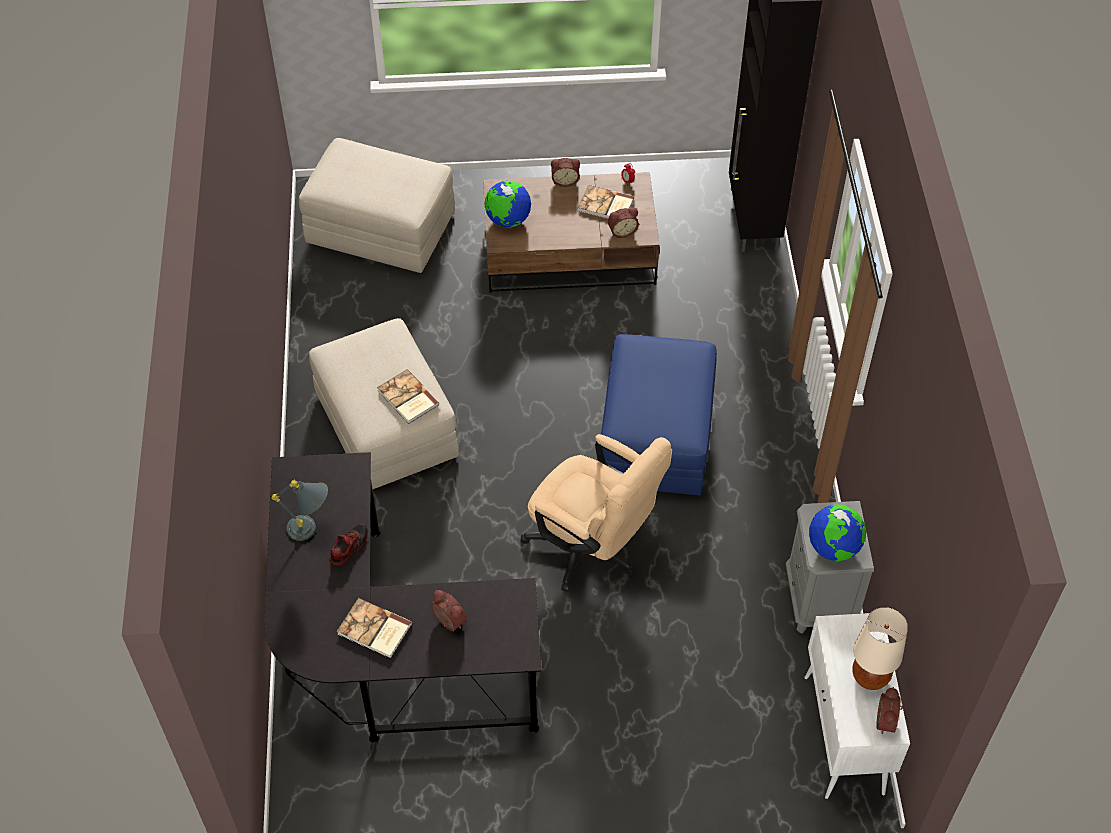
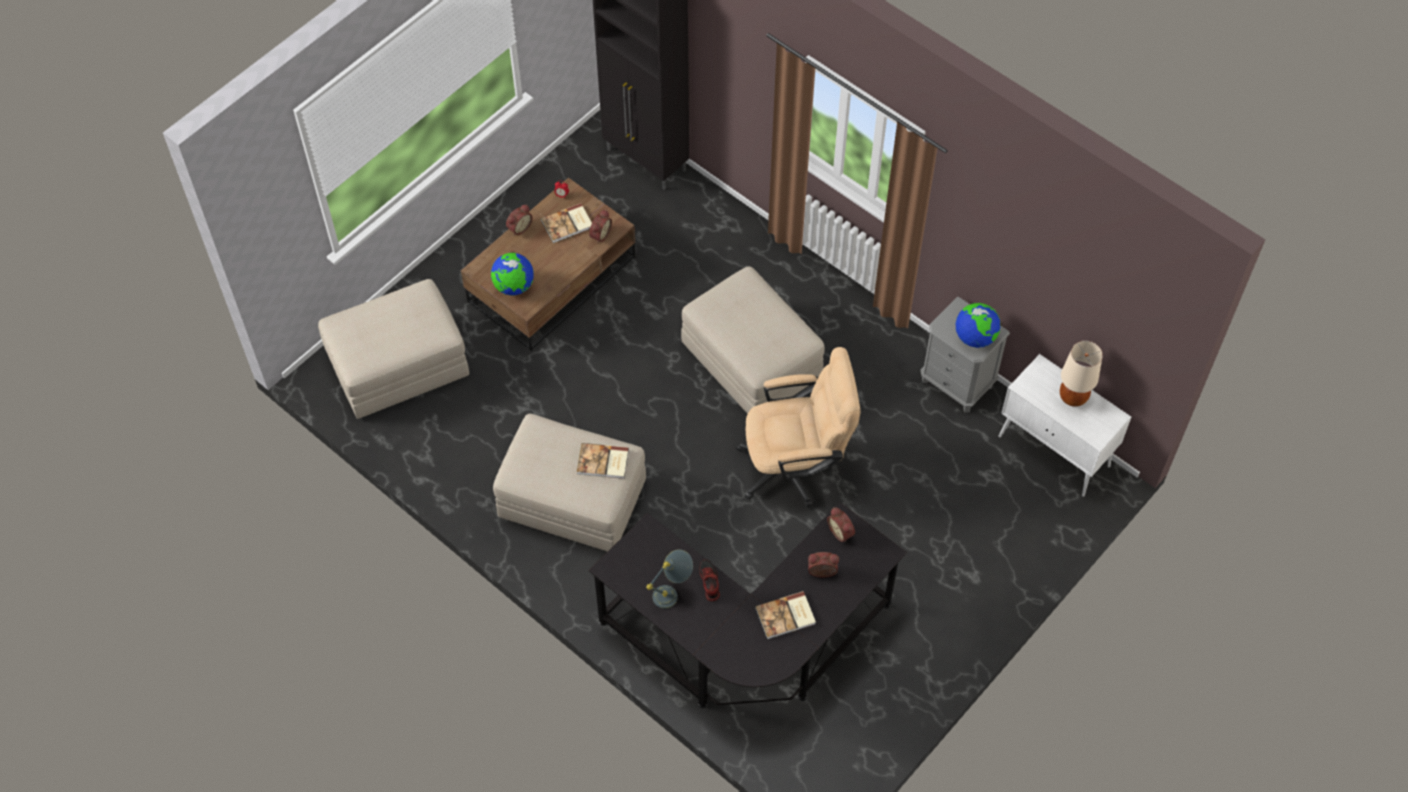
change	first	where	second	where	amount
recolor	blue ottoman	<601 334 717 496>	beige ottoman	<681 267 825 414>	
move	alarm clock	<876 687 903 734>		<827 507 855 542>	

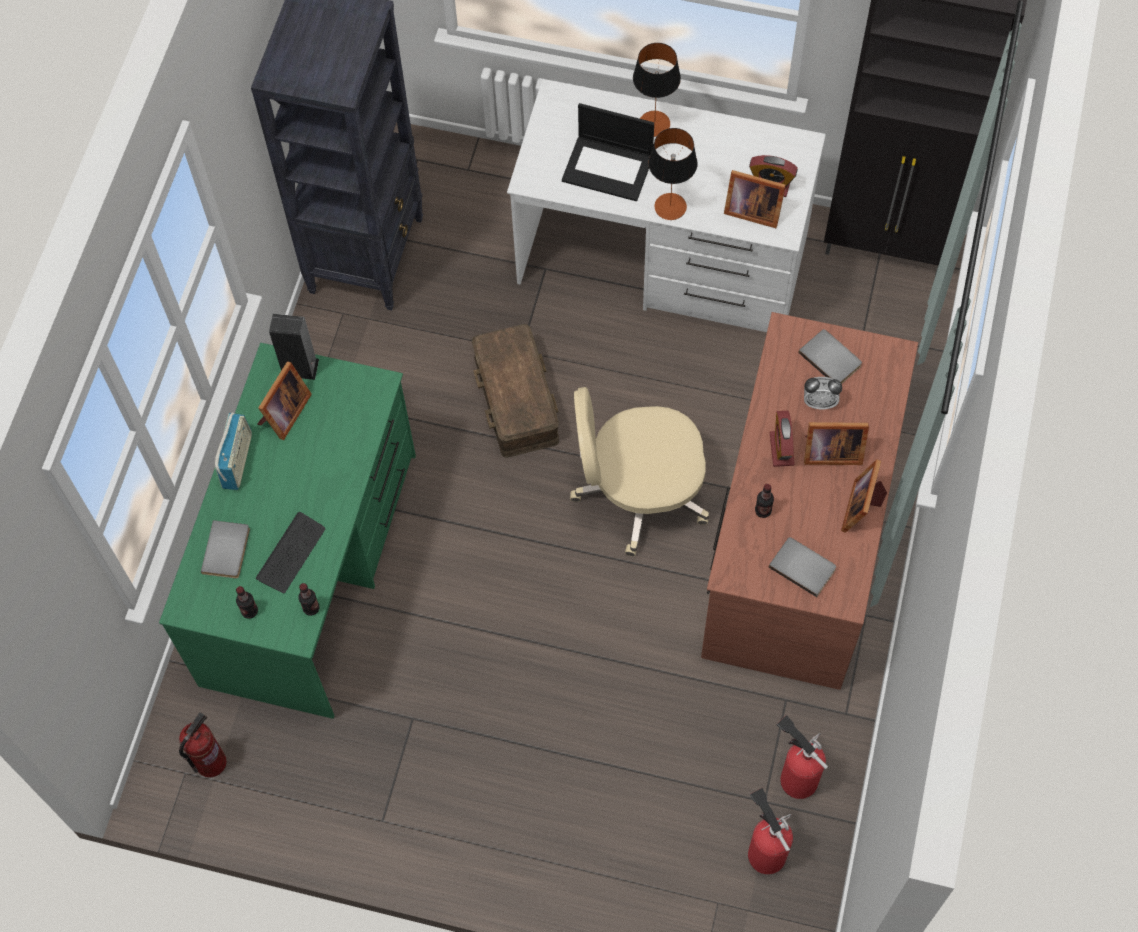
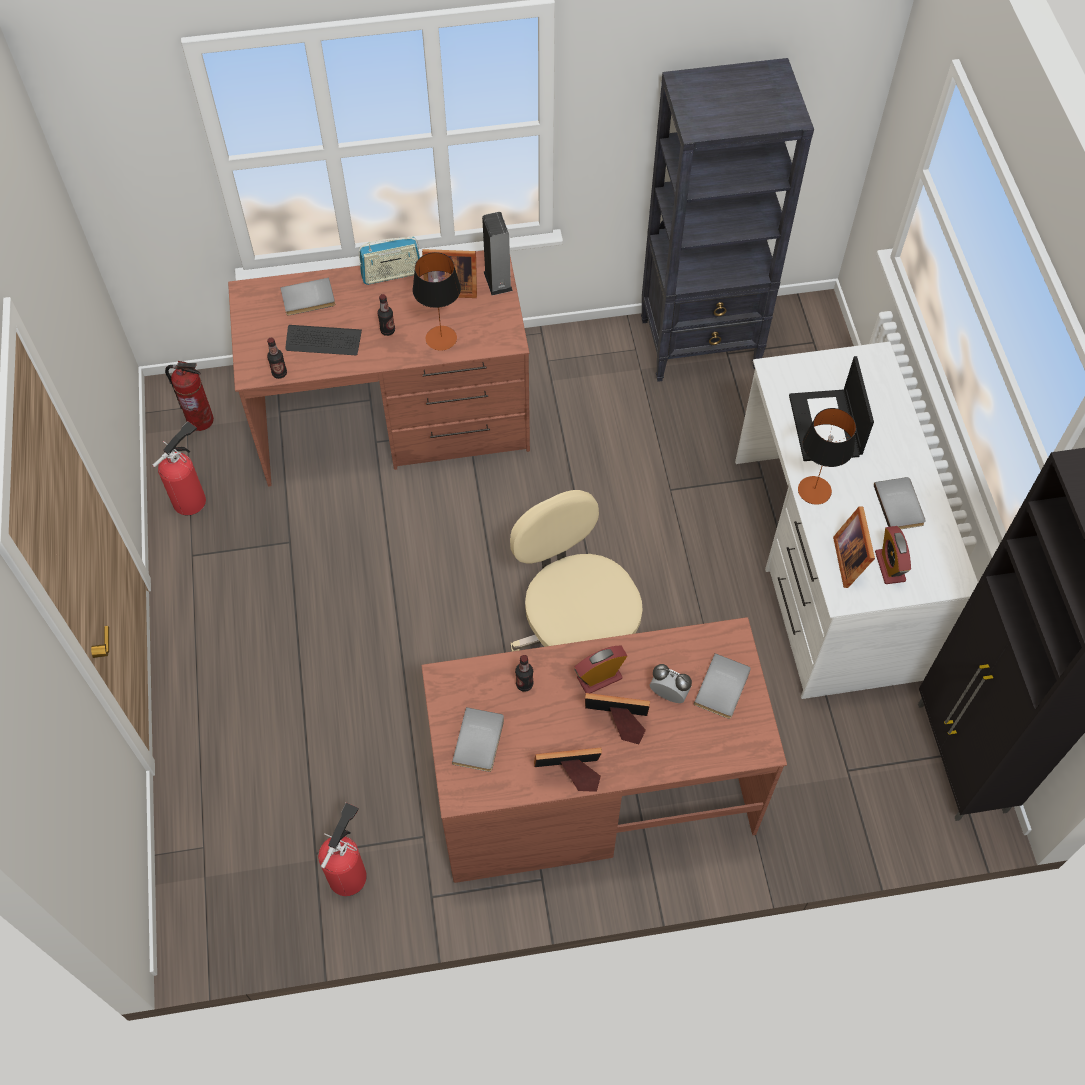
change	first	where	second	where	amount
move	table lamp	<633 43 681 137>		<412 252 461 351>	
delete	brown storage box	<472 324 559 458>			
recolor	green desk	<159 343 416 719>	brown desk	<228 250 530 487>	
rotate	alarm clock	<804 377 842 409>		<650 664 692 703>	135 degrees clockwise
rotate	picture frame	<804 422 869 465>		<585 693 650 744>	120 degrees clockwise
move	bottle	<236 586 258 619>		<378 294 395 336>	
move	fire extinguisher	<748 788 793 874>		<152 421 206 515>	
insert			grey book	<874 477 926 529>	

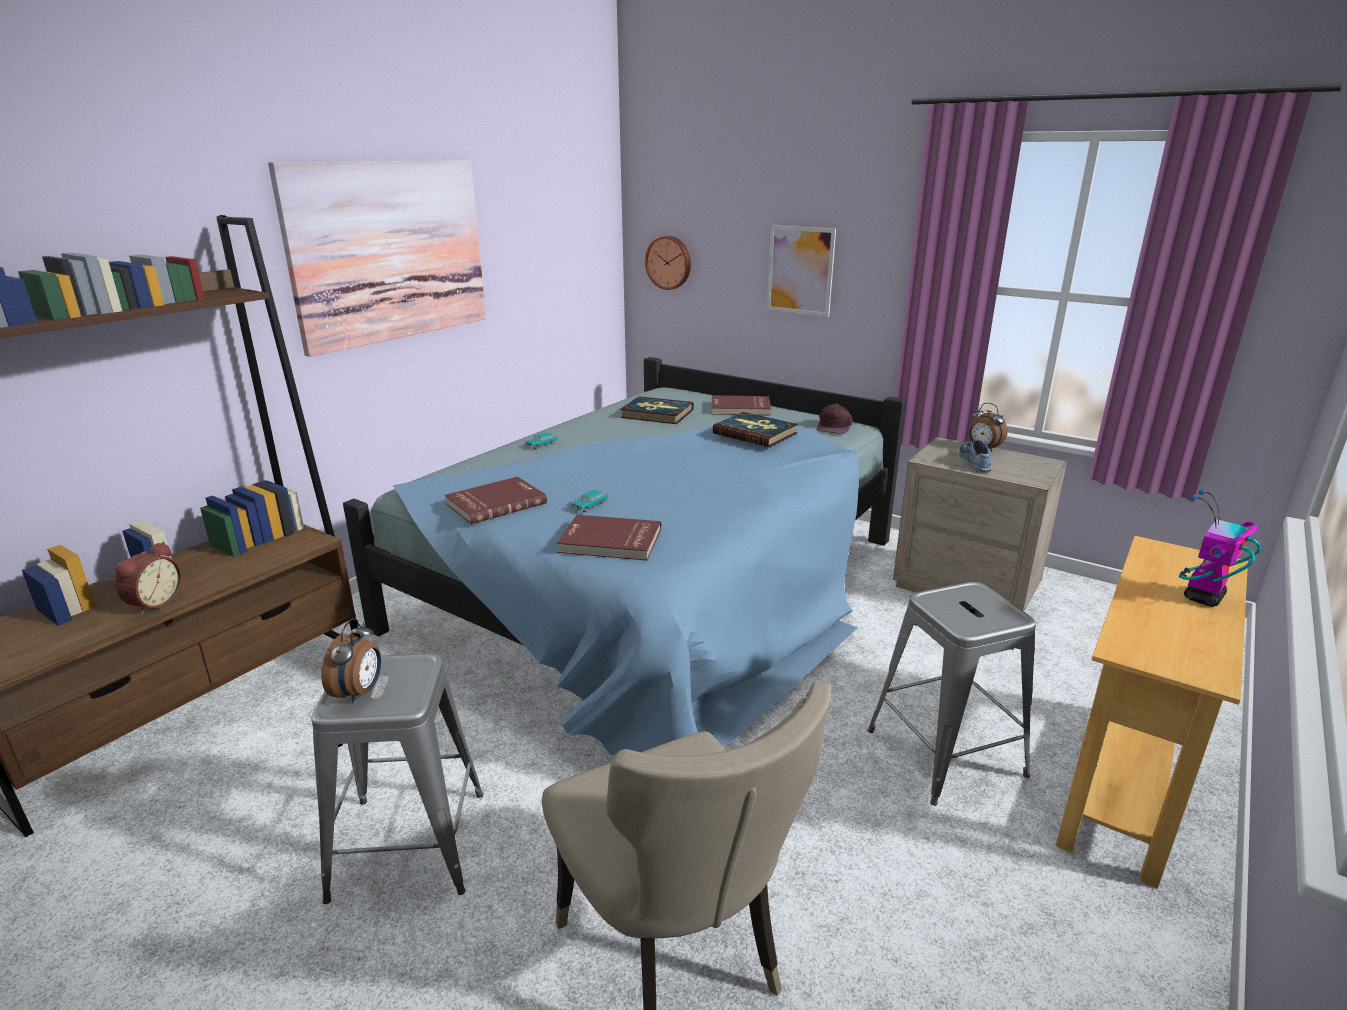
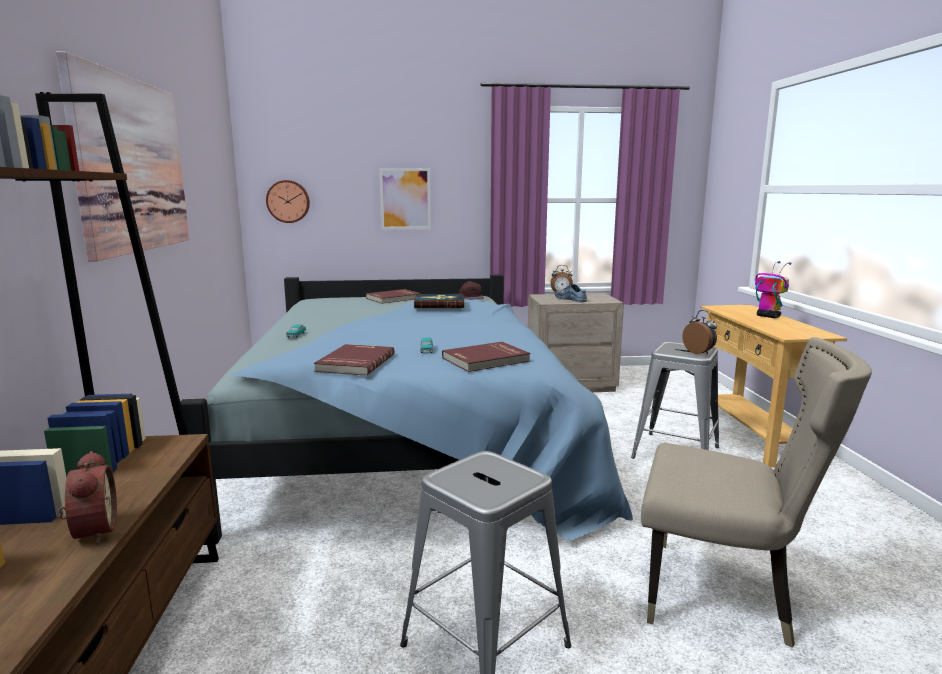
change	first	where	second	where	amount
delete	book	<620 396 694 424>			
rotate	toy robot	<1179 490 1261 607>		<755 261 791 318>	135 degrees clockwise
move	alarm clock	<321 618 381 703>		<682 310 717 355>	

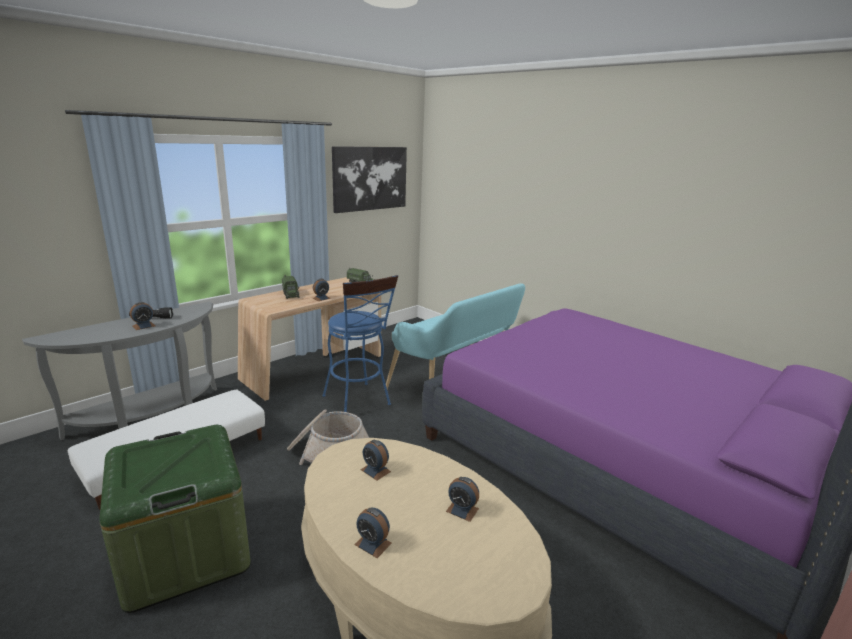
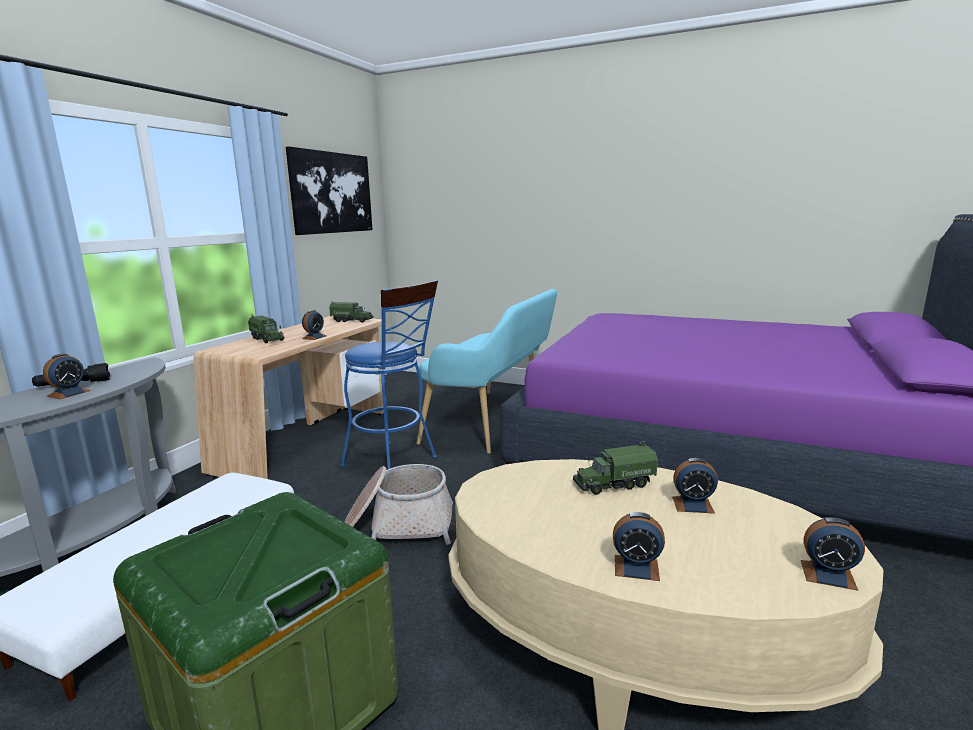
change	first	where	second	where	amount
move	alarm clock	<361 440 391 481>		<801 517 865 591>	
insert			toy truck	<573 441 658 495>	

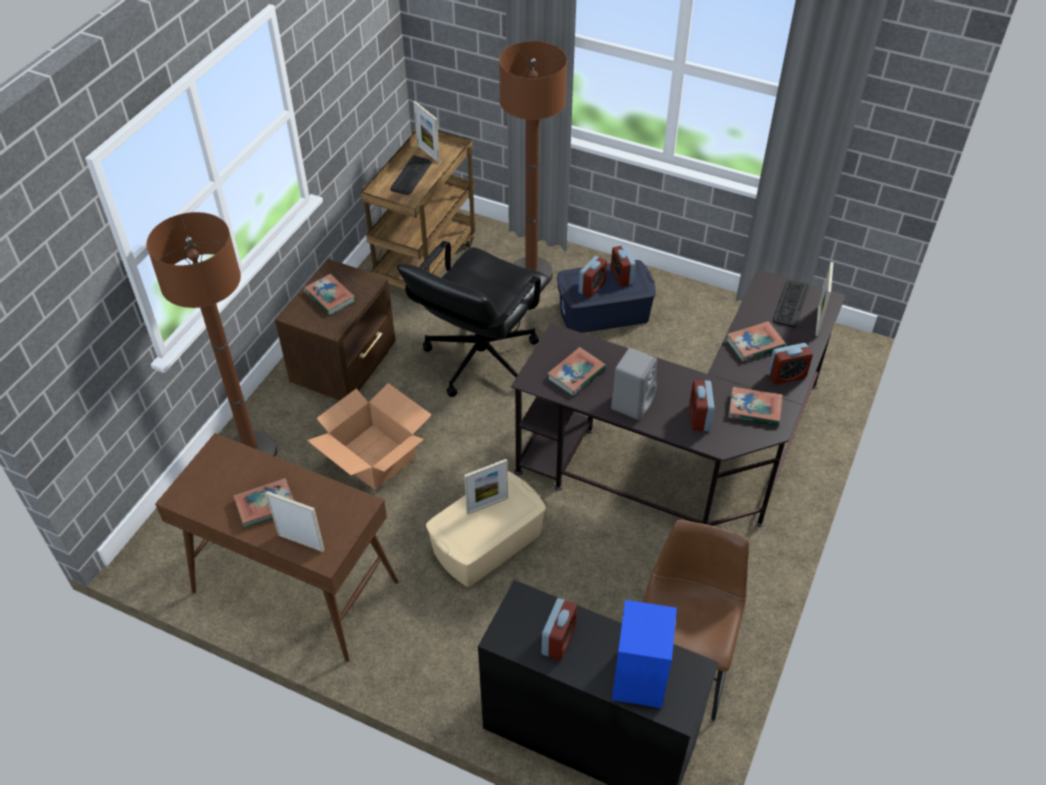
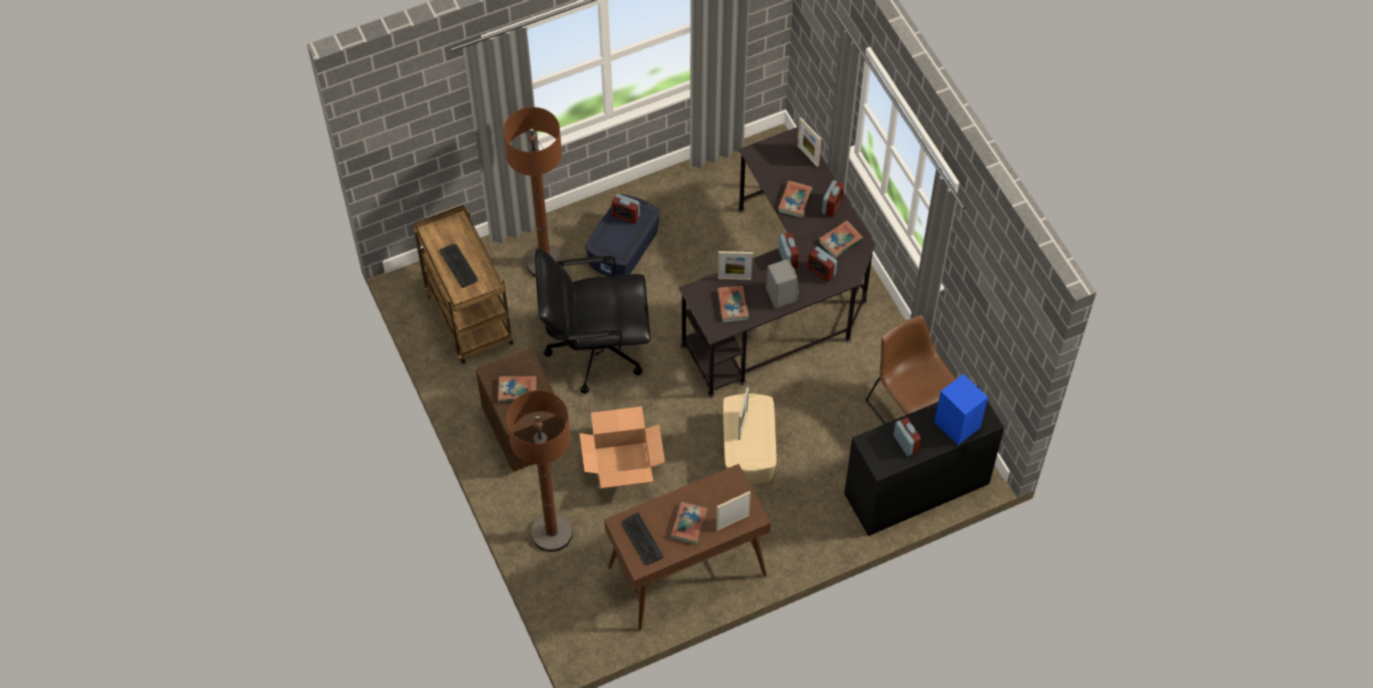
change	first	where	second	where	amount
move	picture frame	<413 101 440 163>		<718 251 753 280>	
rotate	black office chair	<397 241 549 397>		<535 248 651 394>	105 degrees clockwise
move	alarm clock	<579 256 607 298>		<779 232 799 268>	
move	keyboard	<773 280 810 328>		<621 512 663 565>	

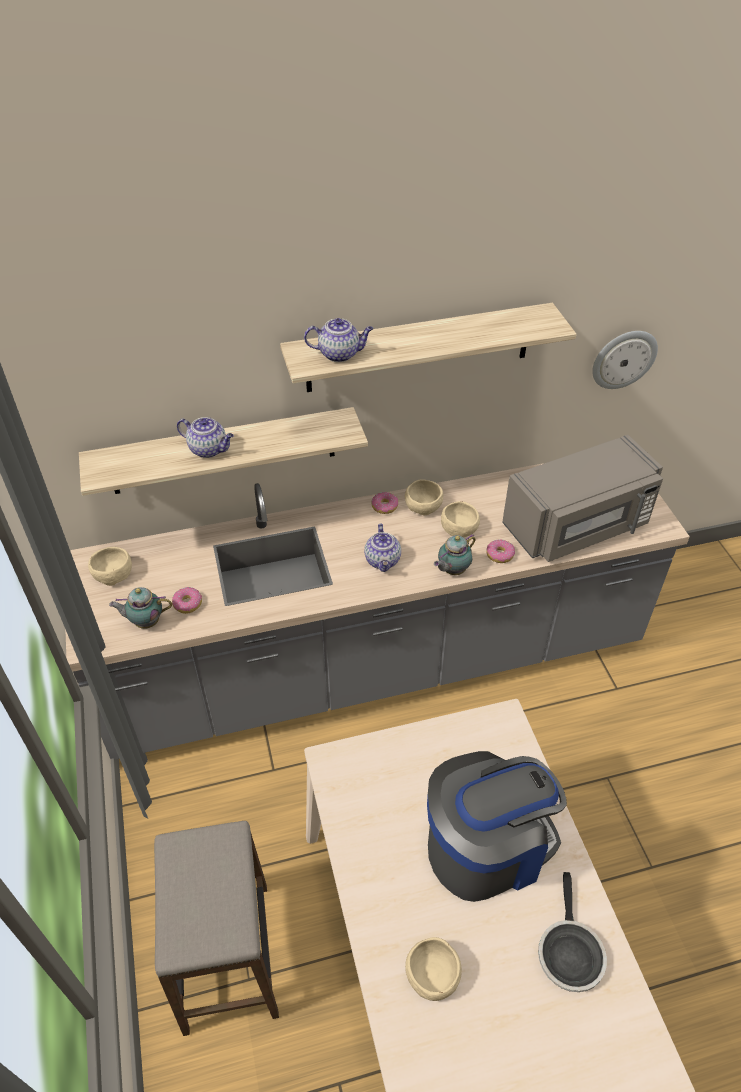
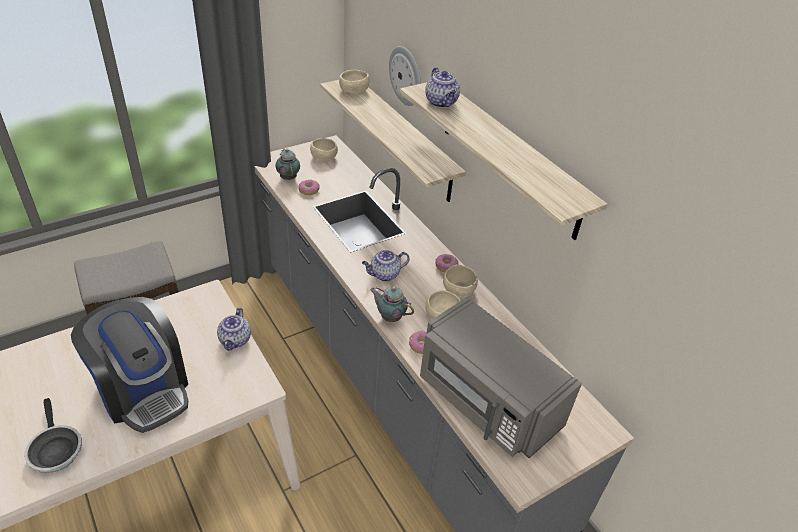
change	first	where	second	where	amount
move	wall clock	<592 331 658 389>		<389 46 421 106>	
move	teapot	<177 417 234 458>		<217 307 251 351>	
rotate	frying pan	<538 872 607 992>		<24 398 82 472>	105 degrees counterclockwise
move	beige bowl	<405 937 462 1001>		<339 69 370 95>	

